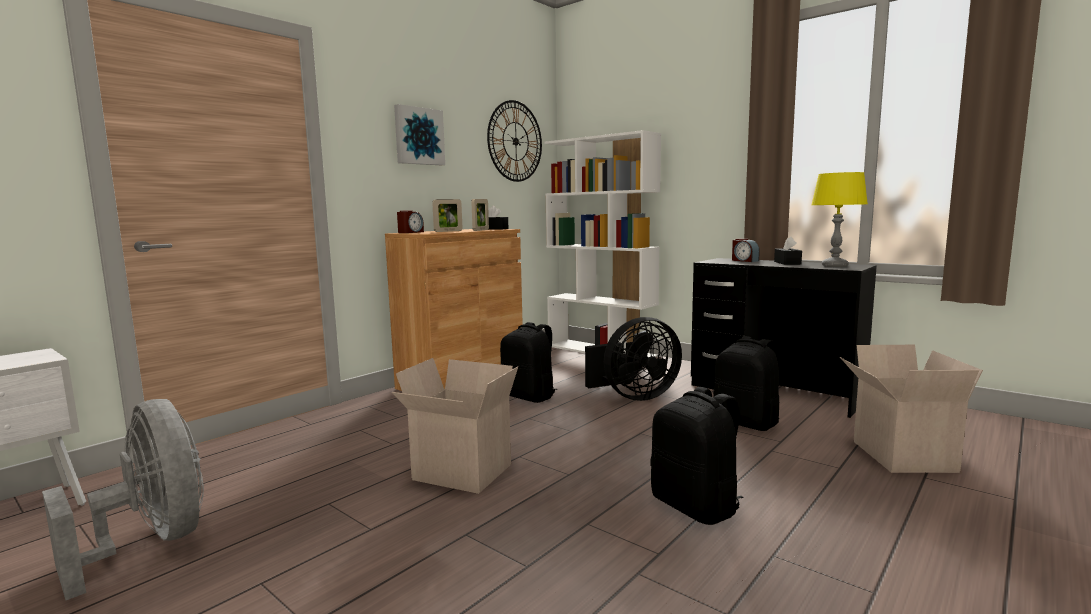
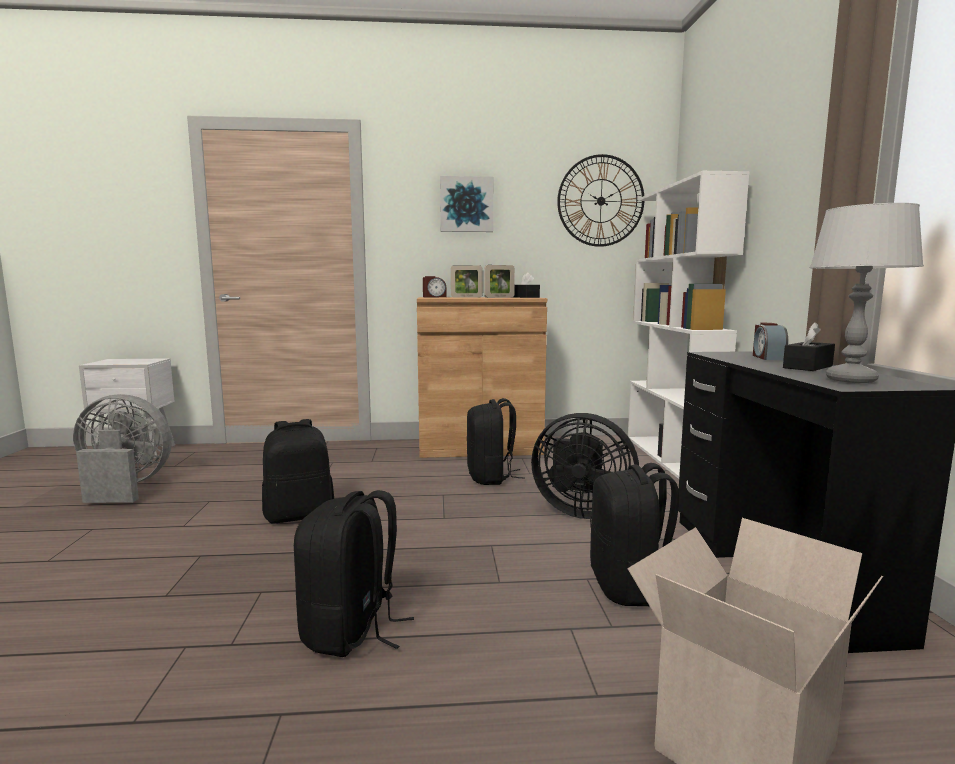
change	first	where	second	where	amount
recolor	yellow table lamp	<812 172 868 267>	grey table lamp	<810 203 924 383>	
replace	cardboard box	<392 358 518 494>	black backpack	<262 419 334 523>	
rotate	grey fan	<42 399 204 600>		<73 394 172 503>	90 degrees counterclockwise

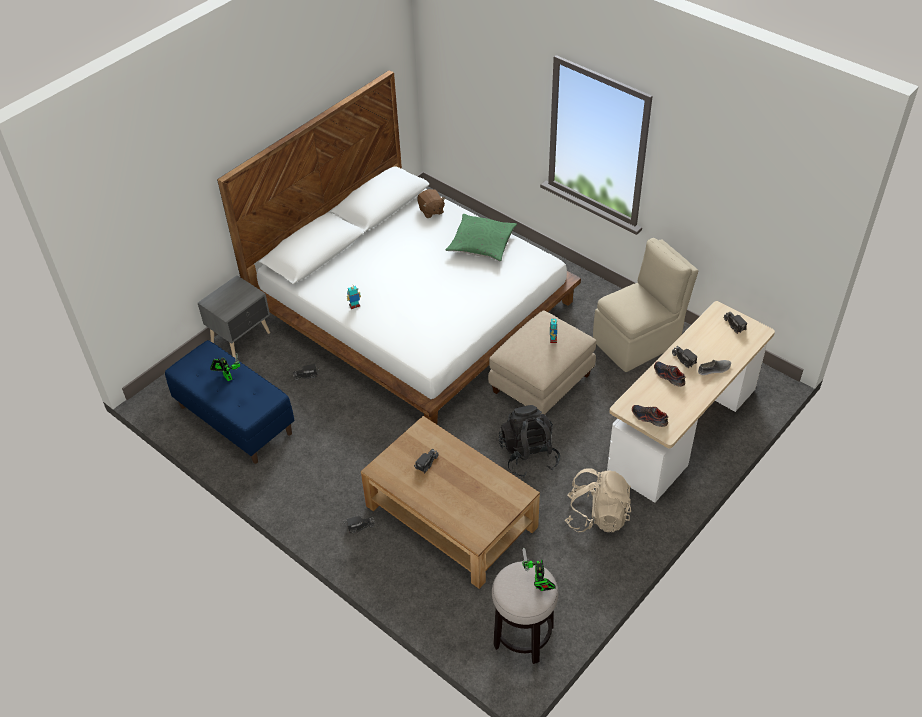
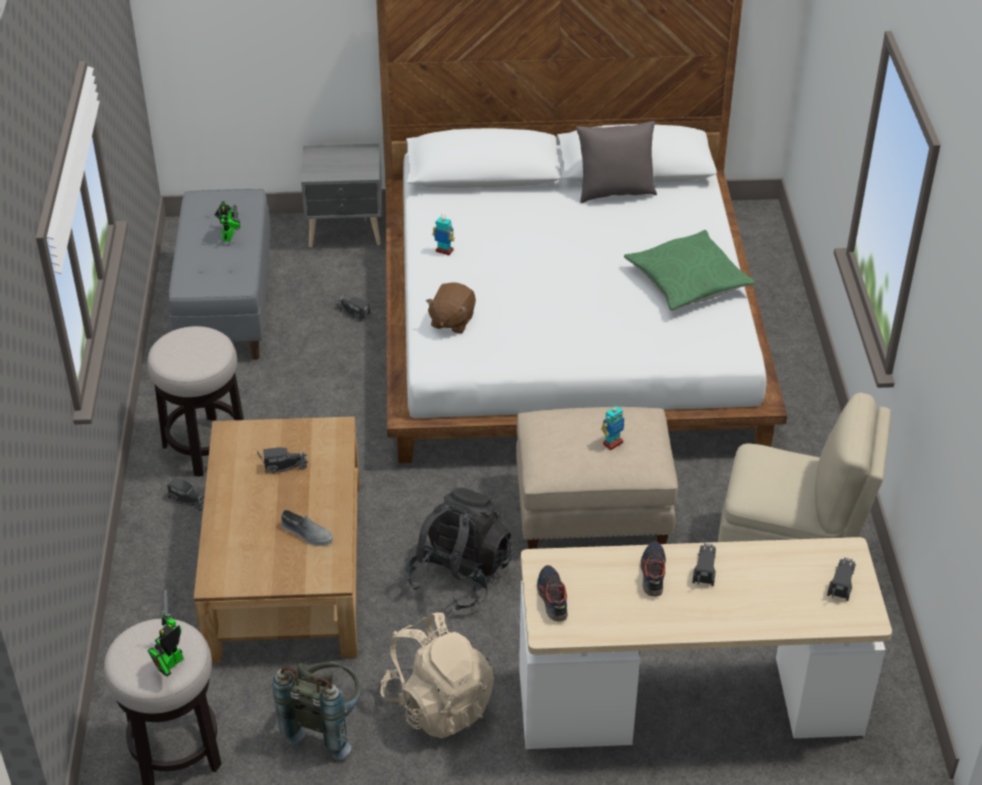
change	first	where	second	where	amount
move	brown plush toy	<417 189 445 218>		<426 282 476 333>	
recolor	blue bench	<165 340 295 464>	grey bench	<169 189 271 360>	
move	grey shoe	<698 360 731 375>		<281 510 333 546>	
insert			grey pillow	<576 121 657 203>	
insert			stool	<147 326 244 477>	
insert			grey backpack	<273 662 361 759>	

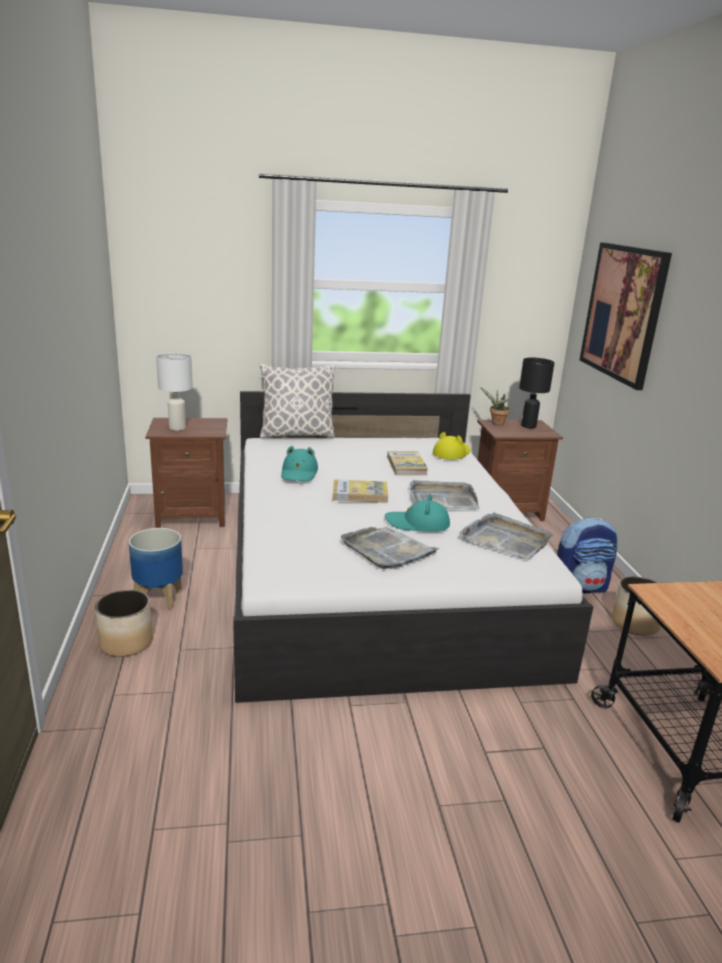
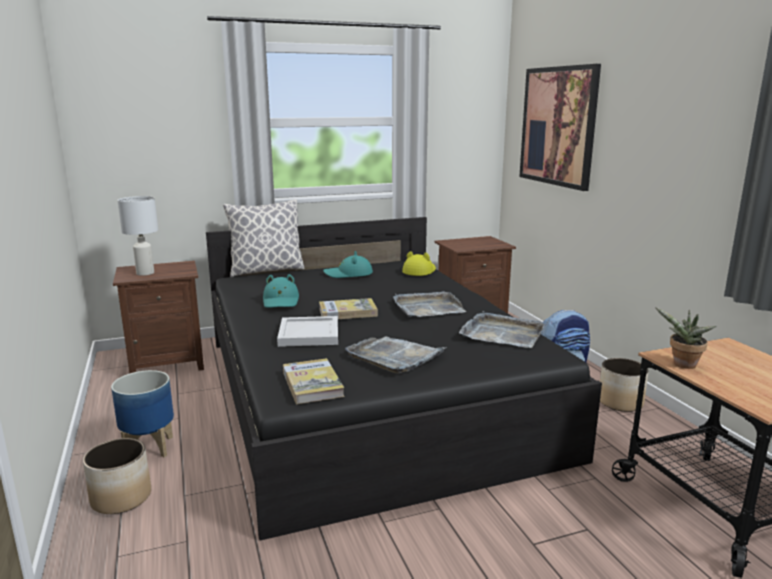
change	first	where	second	where	amount
delete	black table lamp	<519 358 555 428>			
move	potted plant	<480 387 510 425>		<655 307 716 369>	
recolor	white bed	<233 391 593 703>	black bed	<206 217 602 541>	
move	book	<387 451 428 475>		<283 358 345 404>	
move	turquoise hat	<385 494 450 532>		<323 251 373 278>	
insert			white tray	<277 316 338 347>	

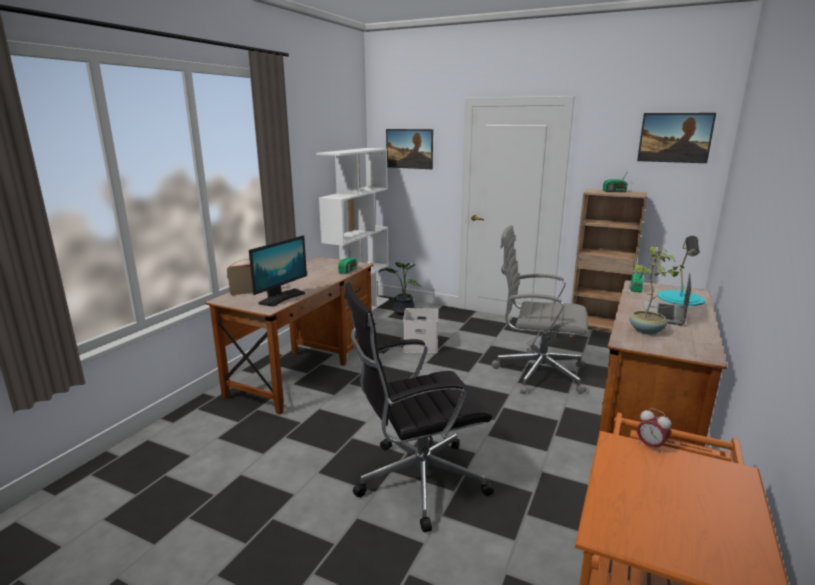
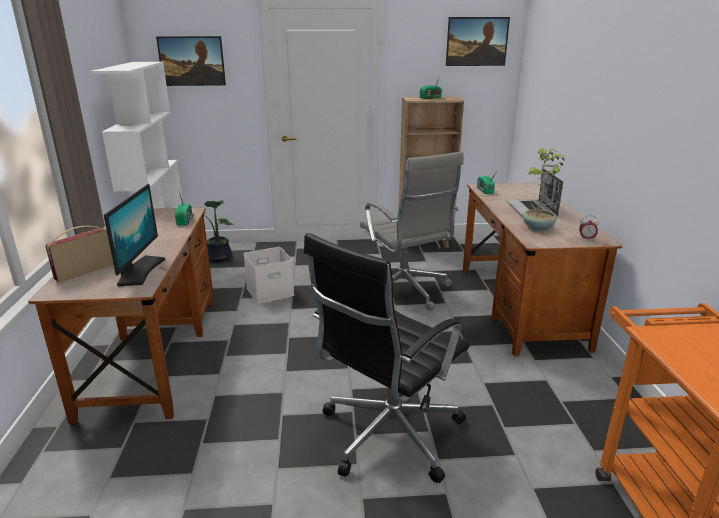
change	first	where	second	where	amount
rotate	grey office chair	<492 225 588 394>		<360 151 464 311>	105 degrees counterclockwise
delete	turquoise table lamp	<657 236 705 306>			
move	alarm clock	<637 408 671 453>		<579 215 599 241>	

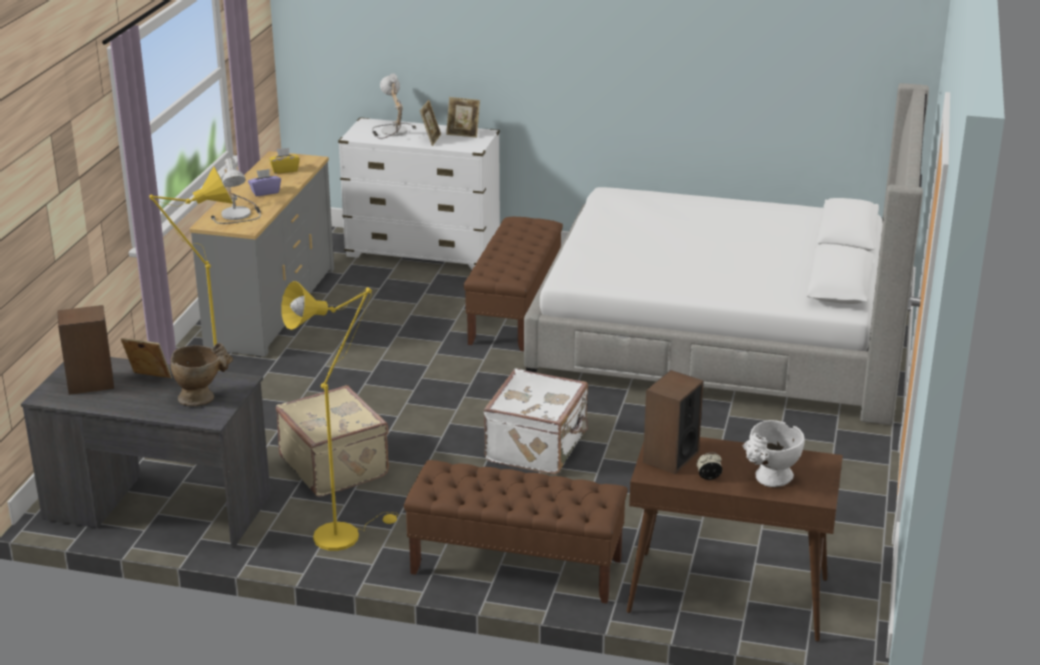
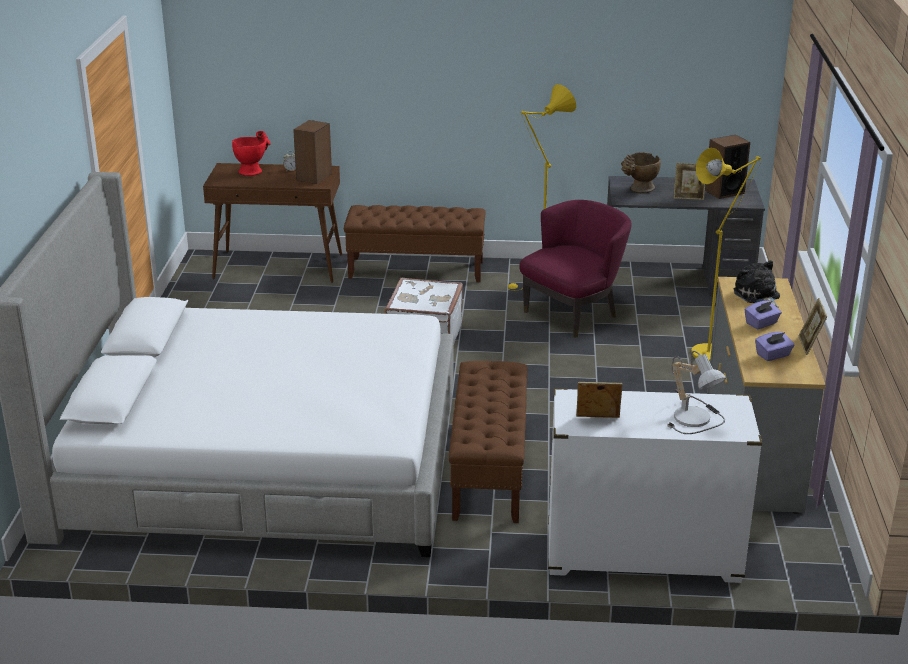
change	first	where	second	where	amount
move	picture frame	<420 100 441 146>		<798 298 827 355>	
recolor	yellow tissue box	<269 148 300 174>	purple tissue box	<755 331 795 361>	
replace	table lamp	<211 156 261 224>	plush toy	<734 260 780 308>	
replace	beige suitcase	<276 385 389 497>	purple armchair	<519 200 632 337>	
recolor	white vase	<742 420 805 488>	red vase	<232 131 271 176>	

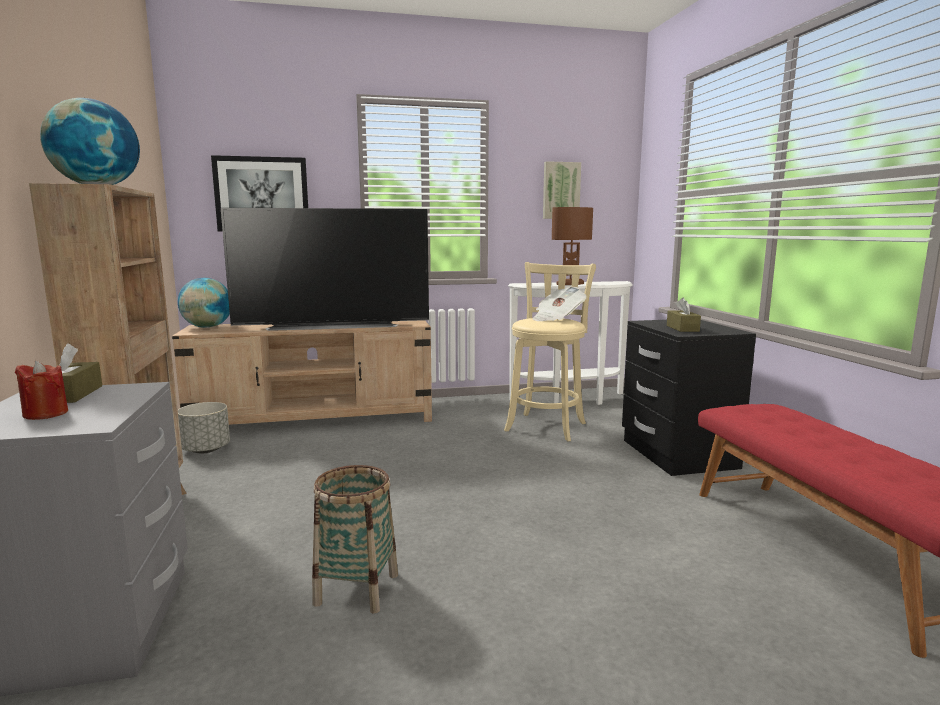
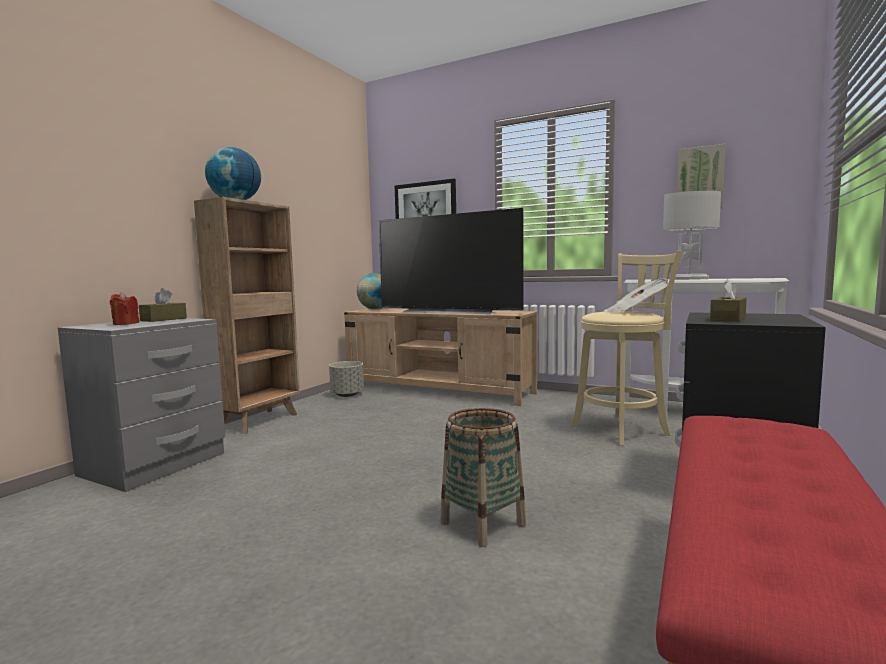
change	first	where	second	where	amount
recolor	brown table lamp	<552 207 593 285>	white table lamp	<663 191 721 280>	
move	basket	<312 465 398 614>		<440 408 526 547>	

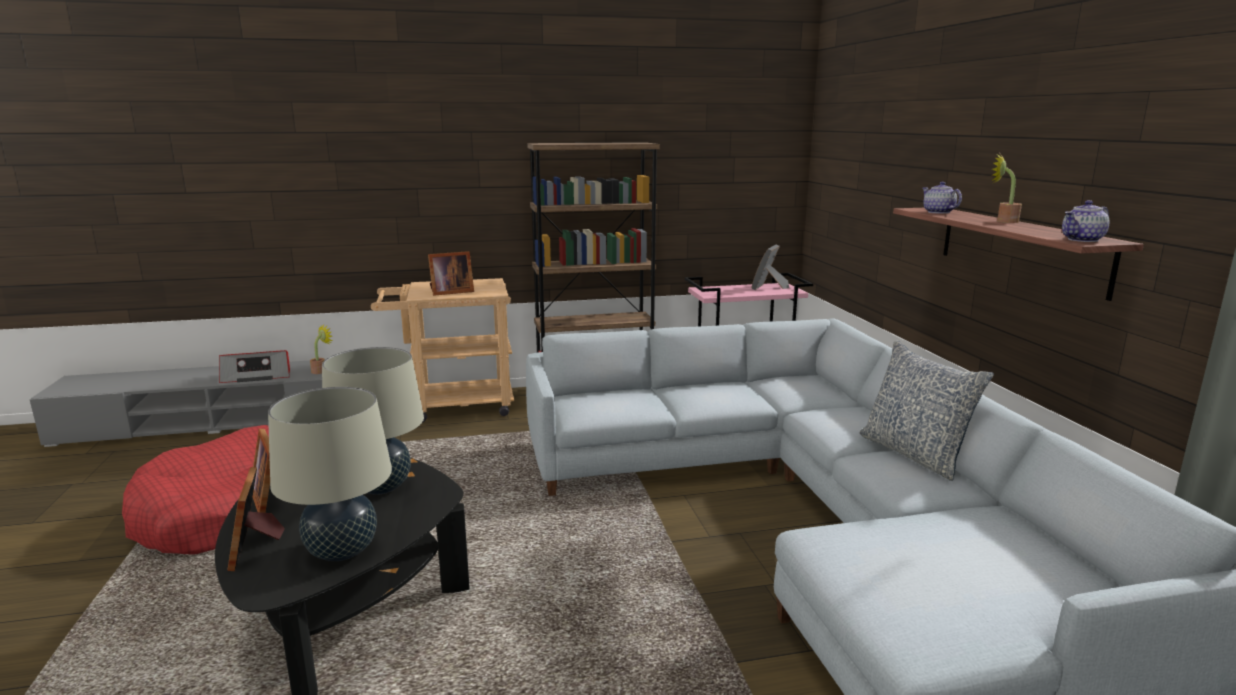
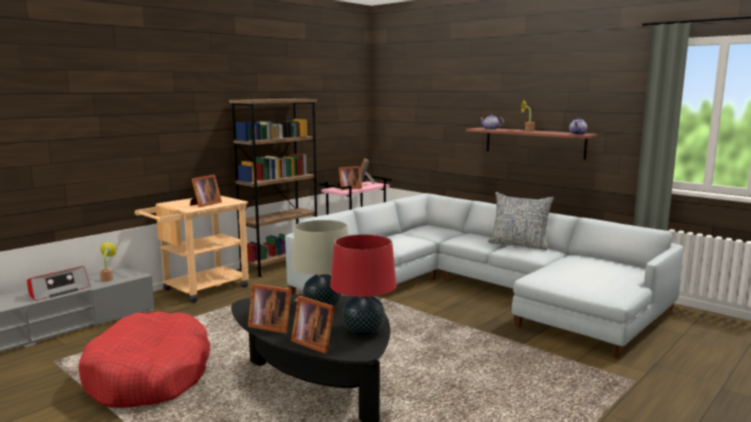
change	first	where	second	where	amount
recolor	beige table lamp	<268 387 392 561>	red table lamp	<330 234 397 336>	
insert			picture frame	<338 166 362 190>	

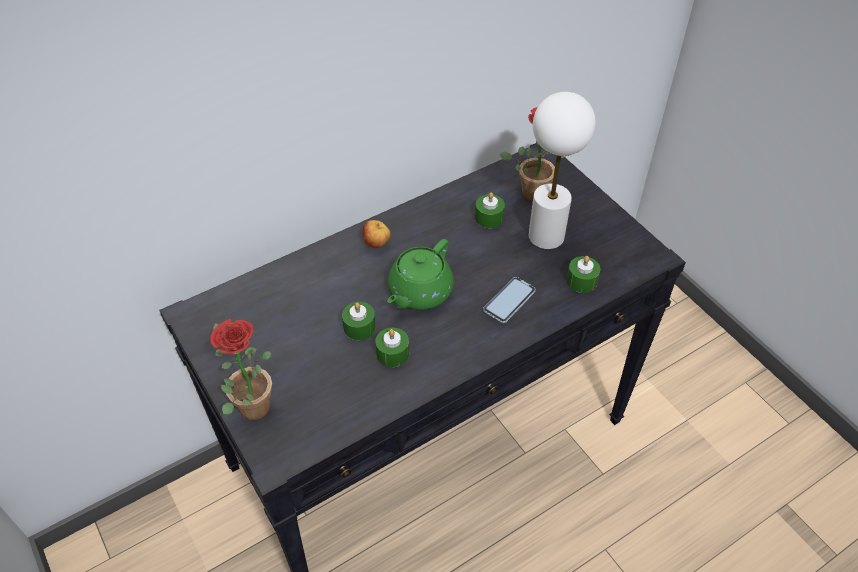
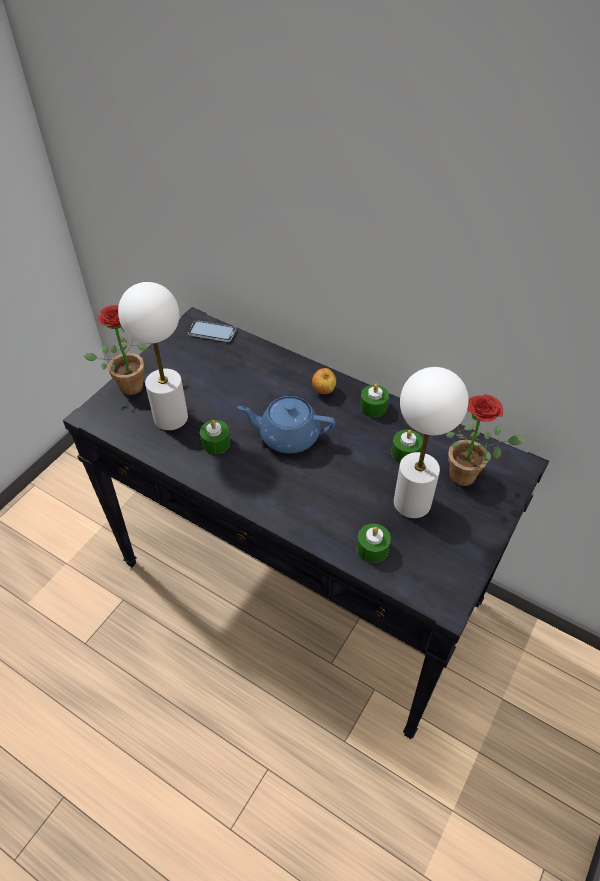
change	first	where	second	where	amount
recolor	green teapot	<387 239 454 310>	blue teapot	<237 396 335 454>	
move	phone	<483 277 536 323>		<188 320 236 342>	
move	green candle	<342 302 376 340>		<360 384 389 417>	
insert			white table lamp	<118 282 188 431>	

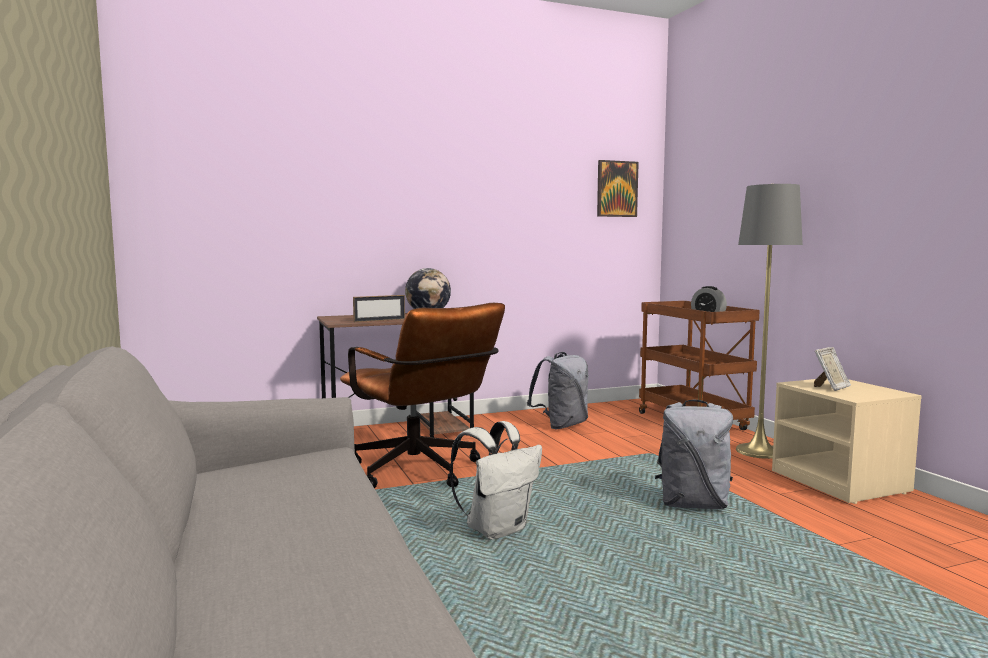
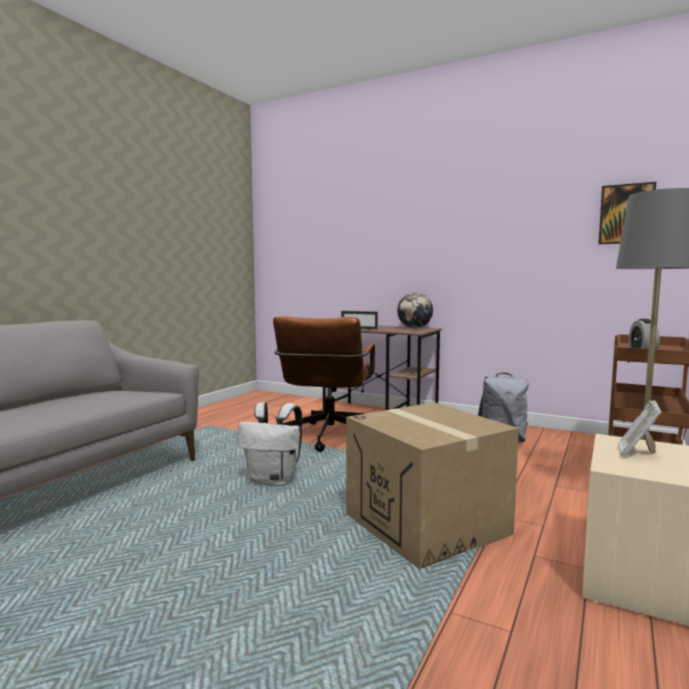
change	first	where	second	where	amount
rotate	picture frame	<814 347 851 391>		<618 400 662 457>	105 degrees clockwise
replace	grey backpack	<655 400 733 509>	cardboard box	<346 402 519 569>	

